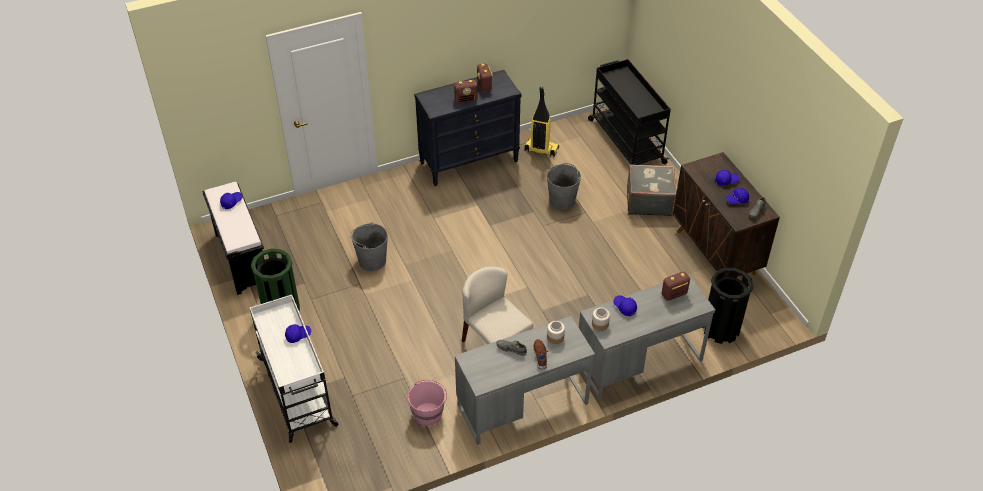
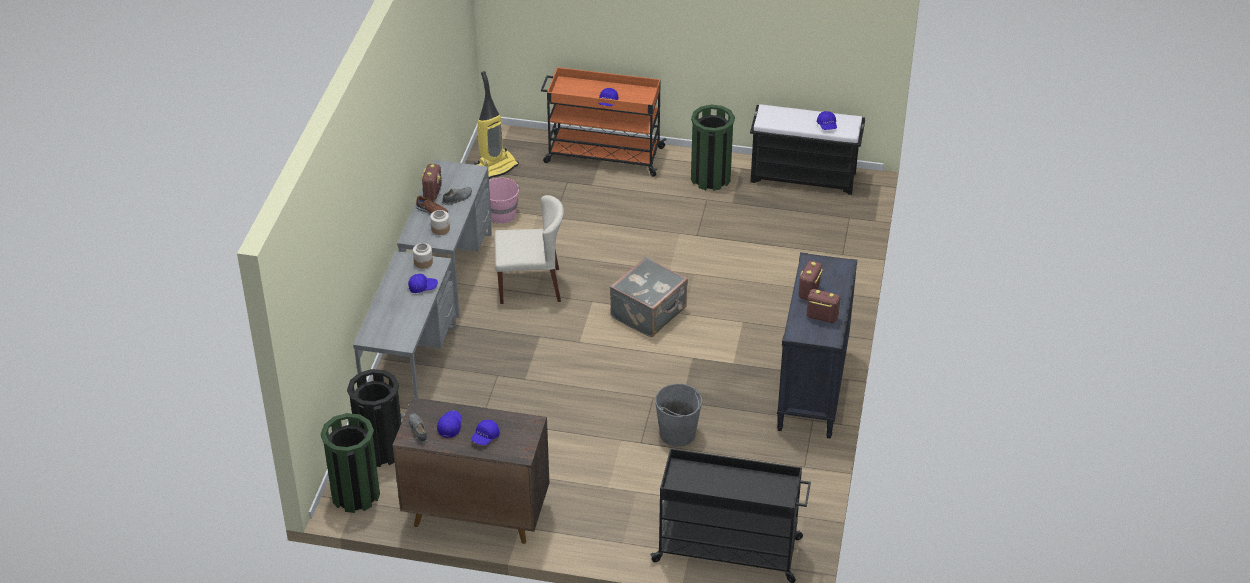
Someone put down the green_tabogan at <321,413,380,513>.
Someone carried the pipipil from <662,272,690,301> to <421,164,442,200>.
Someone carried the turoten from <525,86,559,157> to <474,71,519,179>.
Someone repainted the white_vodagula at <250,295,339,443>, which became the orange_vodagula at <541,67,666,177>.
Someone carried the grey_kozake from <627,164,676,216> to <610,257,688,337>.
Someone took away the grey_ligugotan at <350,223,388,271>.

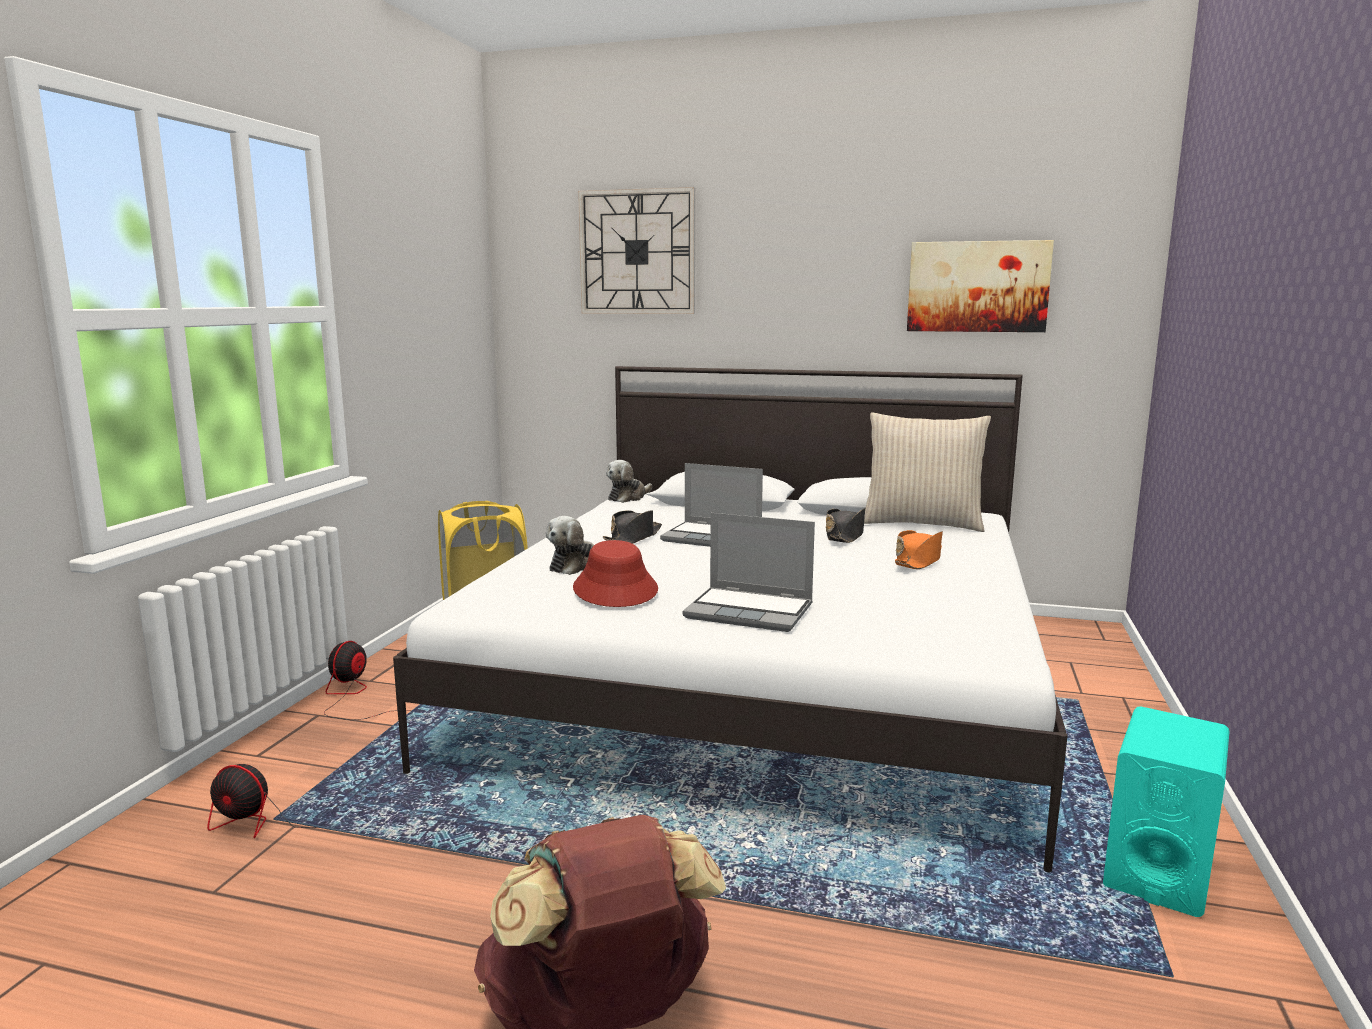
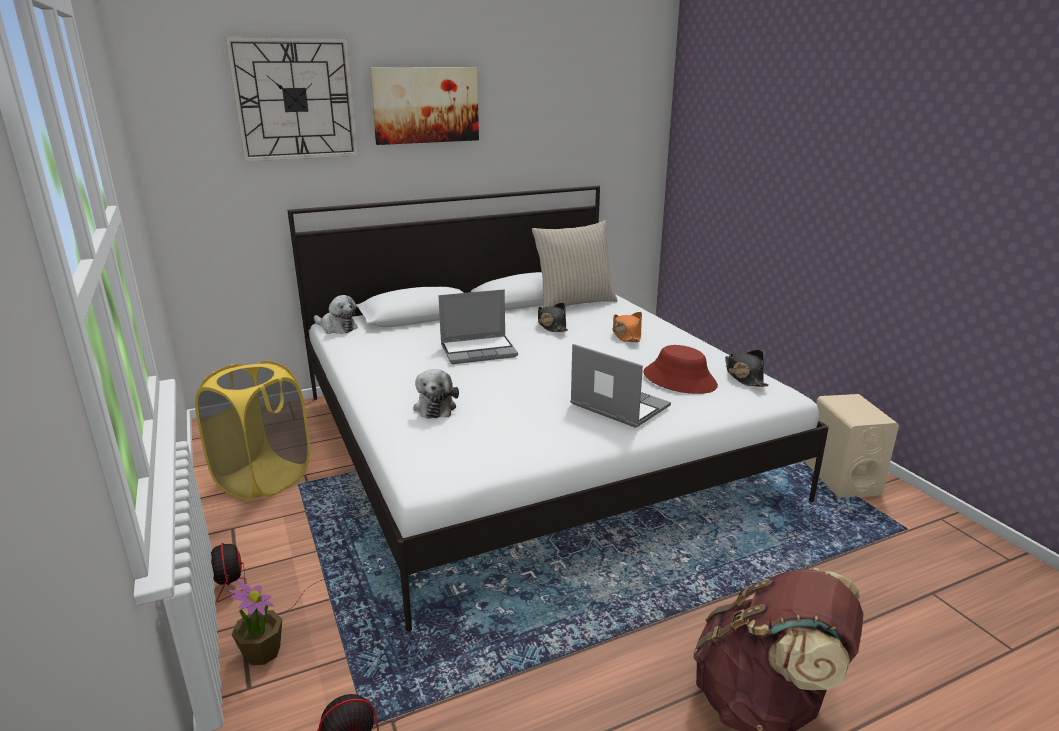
Someone put down the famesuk at <229,580,282,665>.
Someone rotated the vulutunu at <606,460,652,503> by 60 degrees counterclockwise.
Someone carried the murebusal from <907,240,1054,332> to <370,67,479,145>.
Someone rotated the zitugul at <683,513,815,632> by 120 degrees counterclockwise.
Someone carried the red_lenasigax from <573,540,658,607> to <643,345,718,394>.
Someone carried the black_lenasigax from <603,510,662,544> to <725,350,769,387>.
Someone repainted the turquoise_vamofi at <1103,706,1230,917>, which became the beige_vamofi at <805,394,899,498>.

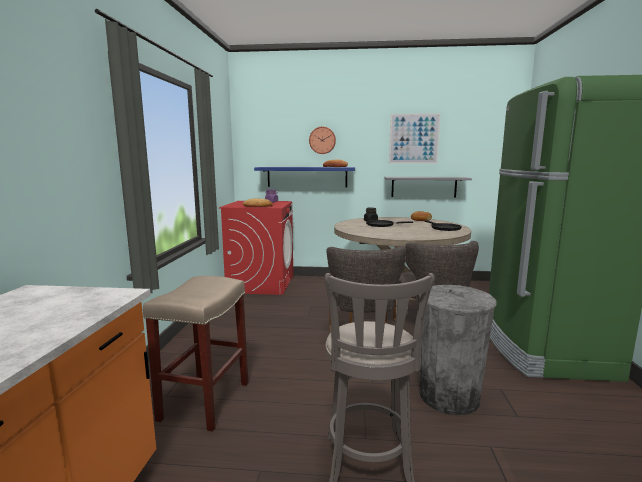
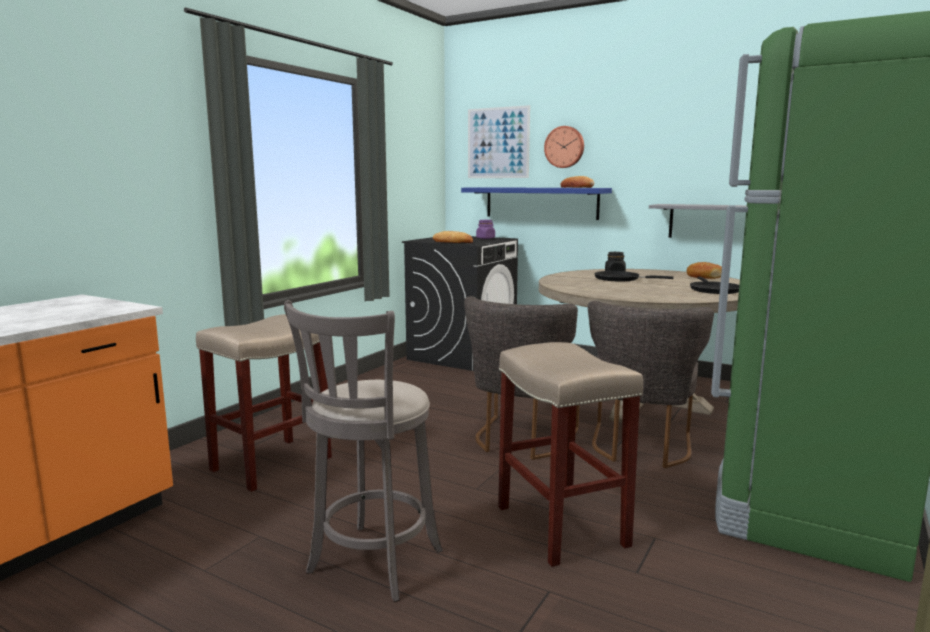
Someone repainted the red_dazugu at <219,201,293,295>, which became the black_dazugu at <402,236,518,371>.
Someone carried the murebusal from <389,113,440,164> to <468,105,530,178>.
Someone swapped the grey_tabogan at <419,285,496,415> for the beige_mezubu at <498,342,643,567>.

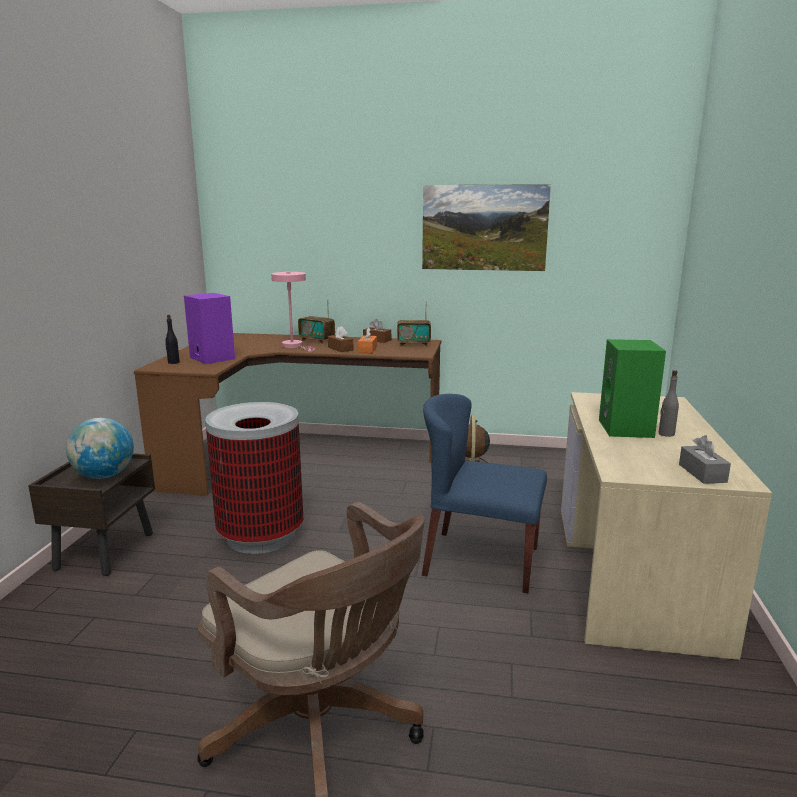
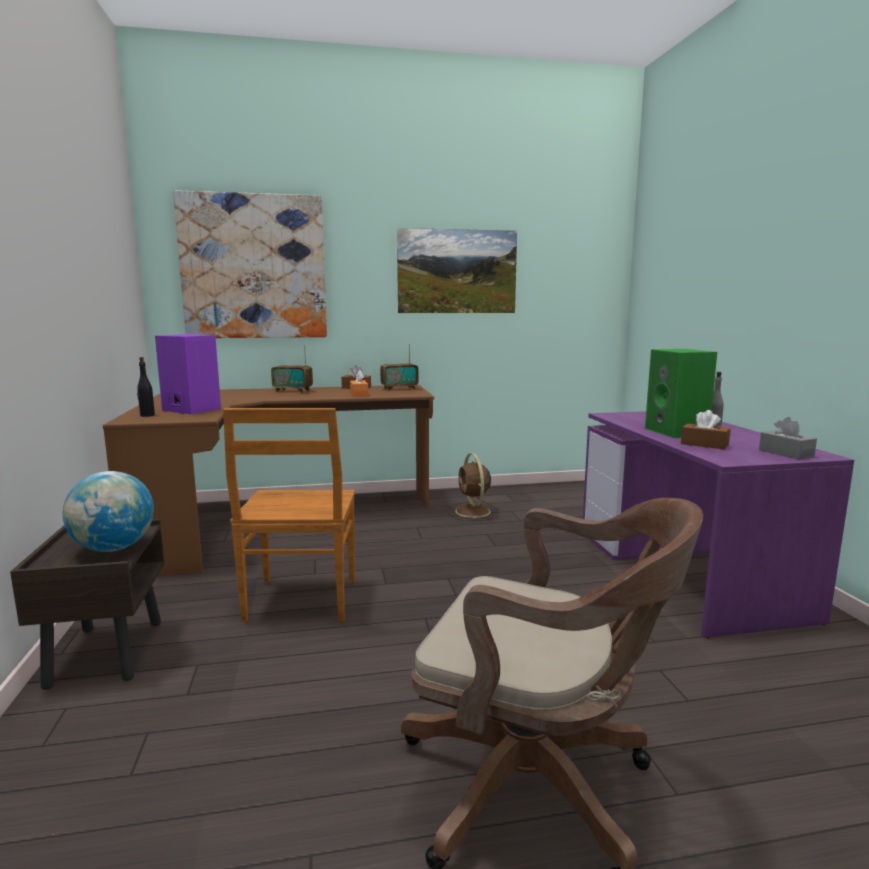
Someone put up the murebusal at <173,190,327,338>.
Someone swapped the tabogan at <205,402,303,554> for the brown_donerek at <223,408,355,622>.
Someone repainted the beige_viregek at <561,392,772,660>, which became the purple_viregek at <583,411,854,638>.
Someone carried the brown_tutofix from <328,326,354,352> to <681,410,731,449>.
Someone took away the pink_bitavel at <271,272,315,352>.
Someone took away the blue_donerek at <422,394,547,593>.

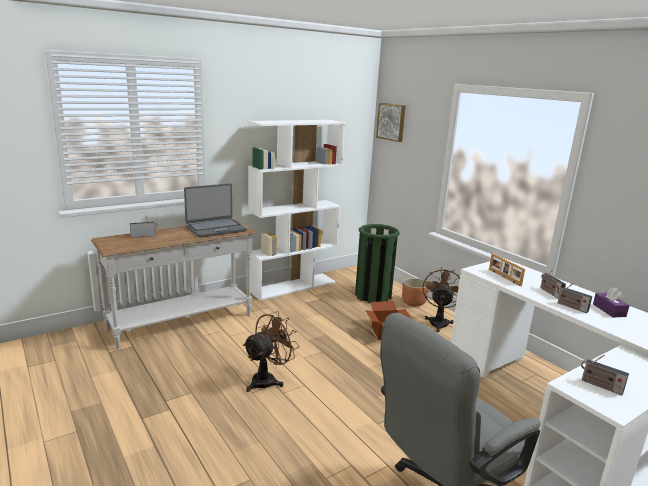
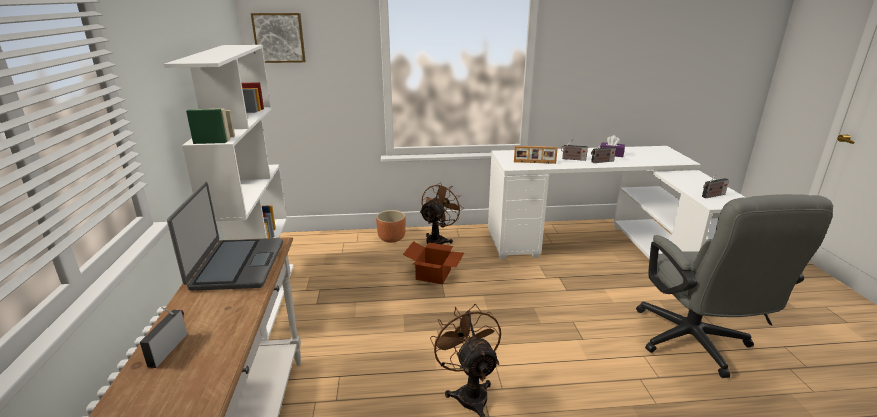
Someone rotated the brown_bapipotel at <422,267,460,332> by 75 degrees clockwise.
Someone took away the green_tabogan at <355,224,400,303>.

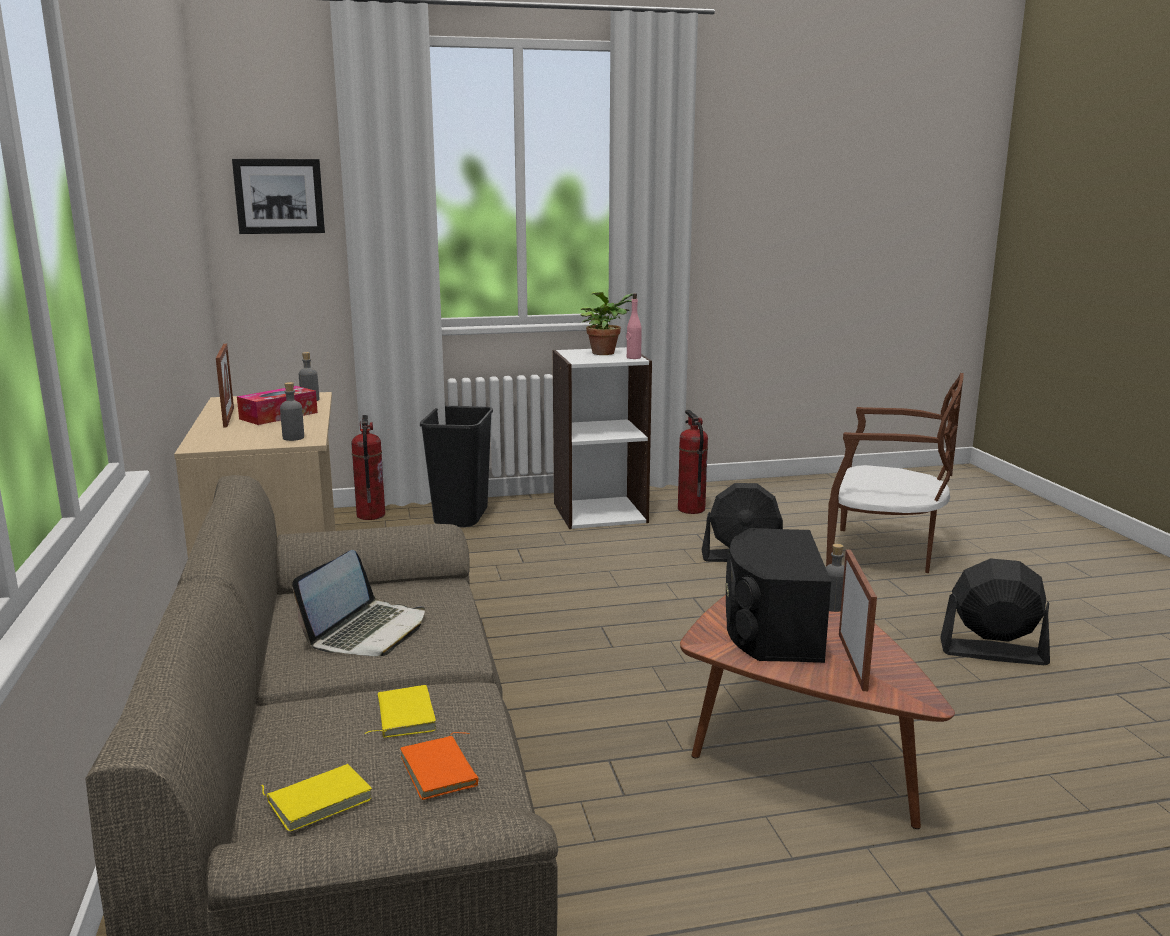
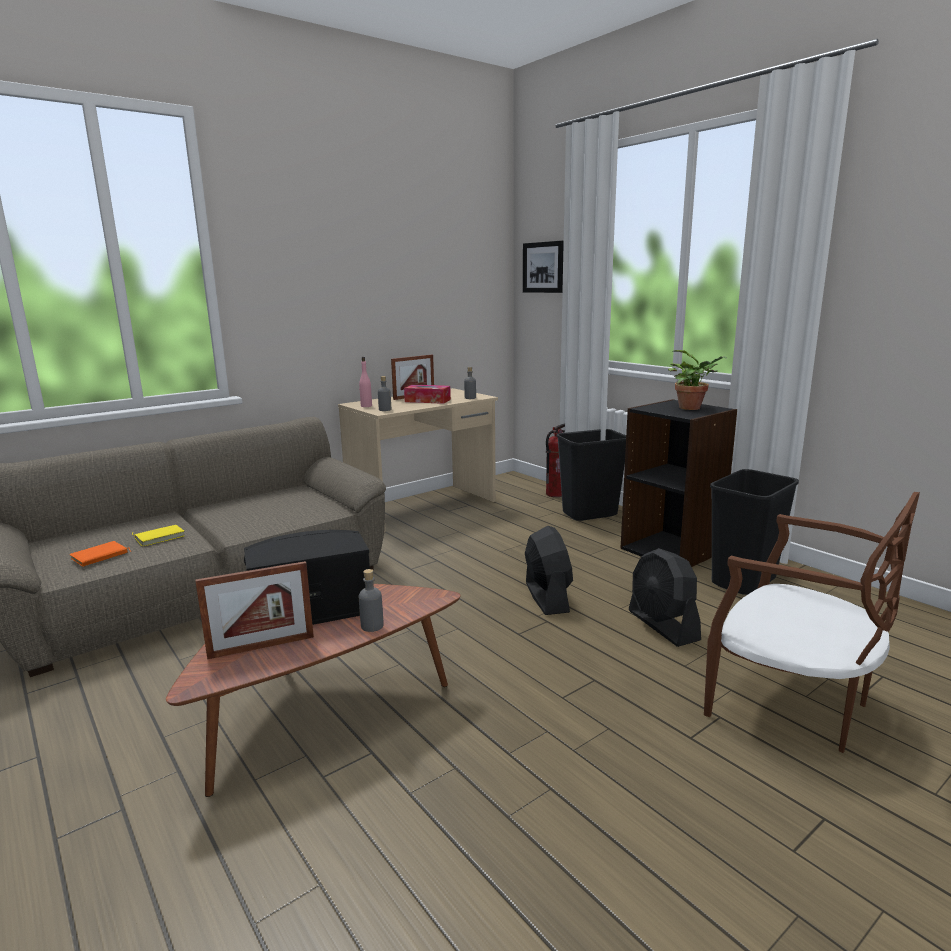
Someone carried the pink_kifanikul from <626,293,642,359> to <359,357,372,407>.
Someone carried the black_bapipotel from <940,558,1050,665> to <525,526,573,615>.
Someone repainted the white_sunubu at <553,347,652,529>, which became the black_sunubu at <620,399,737,567>.
Someone rotated the brown_donerek at <826,373,964,573> by 45 degrees counterclockwise.
Someone swapped the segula at <678,410,708,514> for the black_tabogan at <710,469,799,595>.
Someone took away the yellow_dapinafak at <261,764,372,832>.
Someone took away the zitugul at <292,550,425,656>.

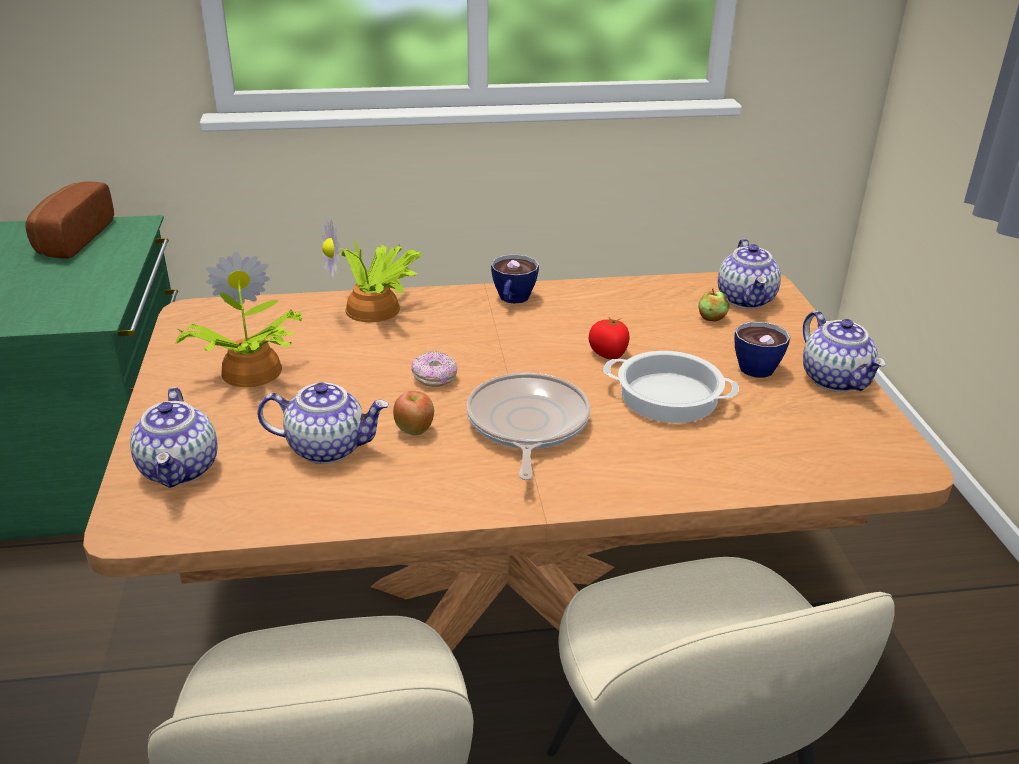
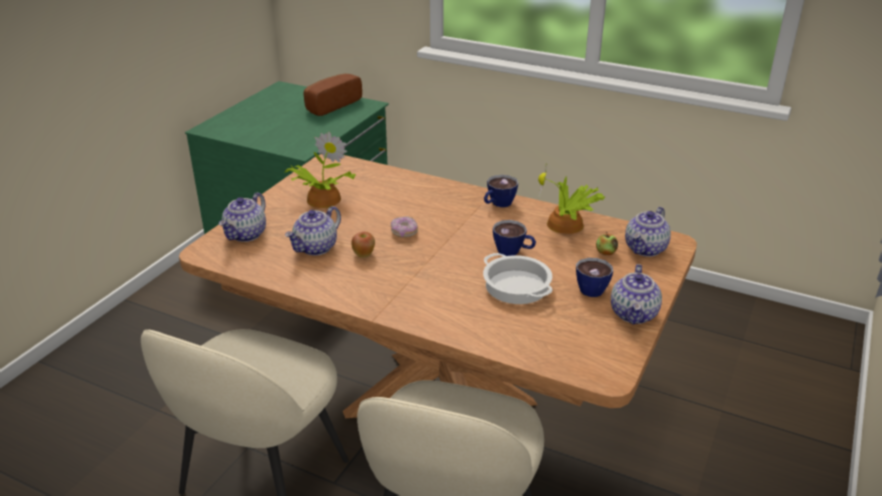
Someone rotated the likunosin at <257,382,389,464> by 90 degrees clockwise.
Someone swapped the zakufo at <589,318,629,359> for the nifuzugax at <493,220,536,256>.
Someone carried the famesuk from <322,219,422,322> to <538,161,605,234>.
Someone took away the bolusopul at <467,372,590,480>.

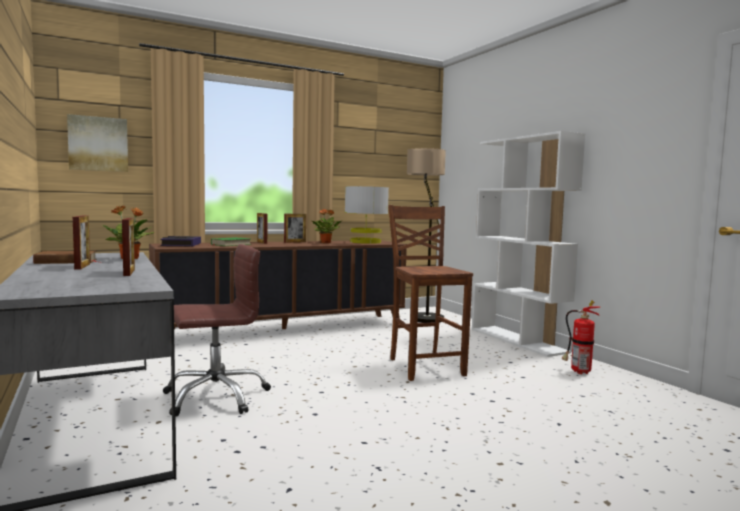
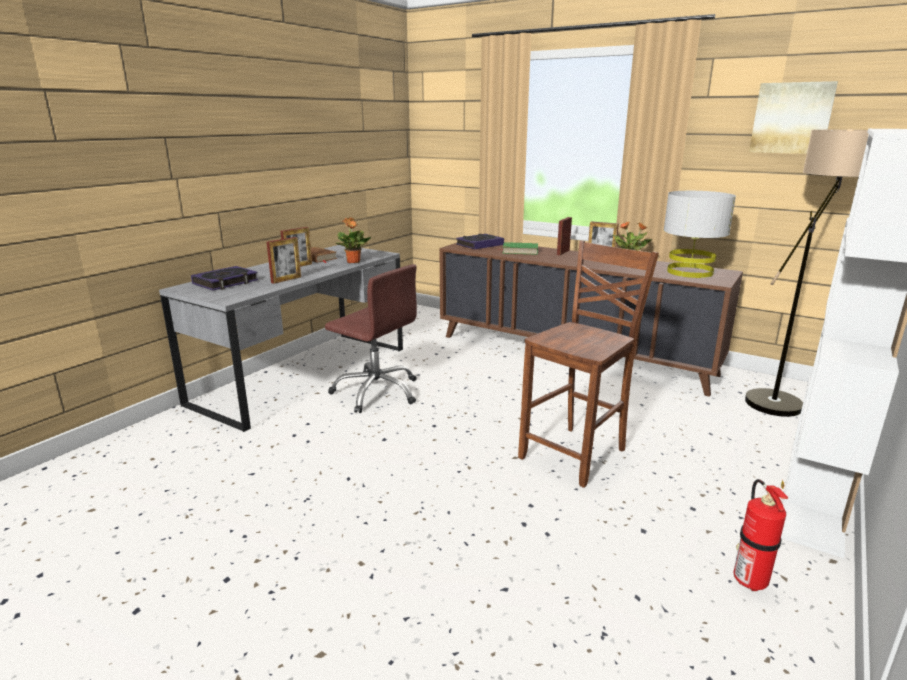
Someone put down the dapinafak at <191,266,258,291>.
Someone carried the murebusal from <67,114,128,172> to <749,81,838,154>.

